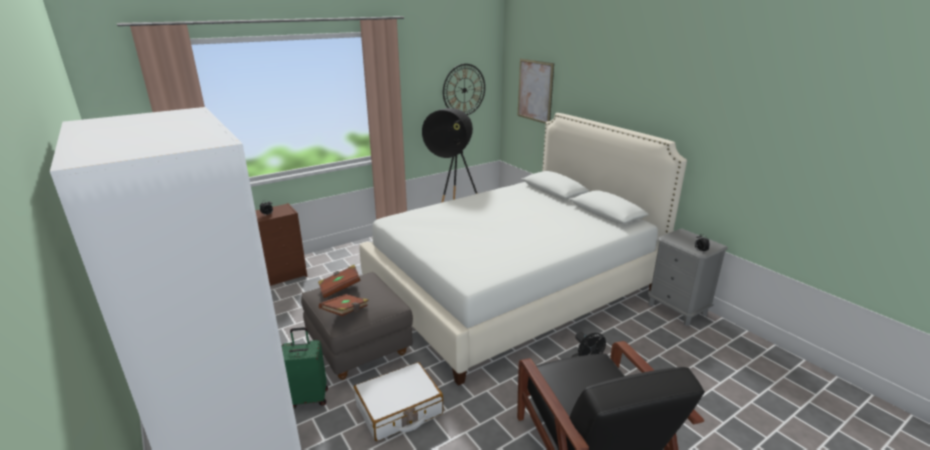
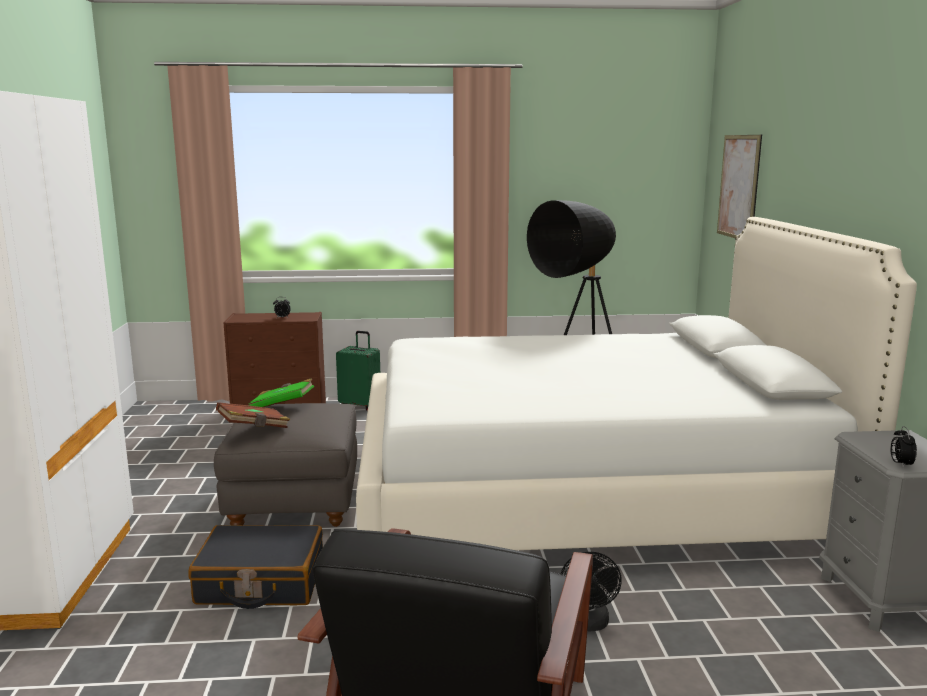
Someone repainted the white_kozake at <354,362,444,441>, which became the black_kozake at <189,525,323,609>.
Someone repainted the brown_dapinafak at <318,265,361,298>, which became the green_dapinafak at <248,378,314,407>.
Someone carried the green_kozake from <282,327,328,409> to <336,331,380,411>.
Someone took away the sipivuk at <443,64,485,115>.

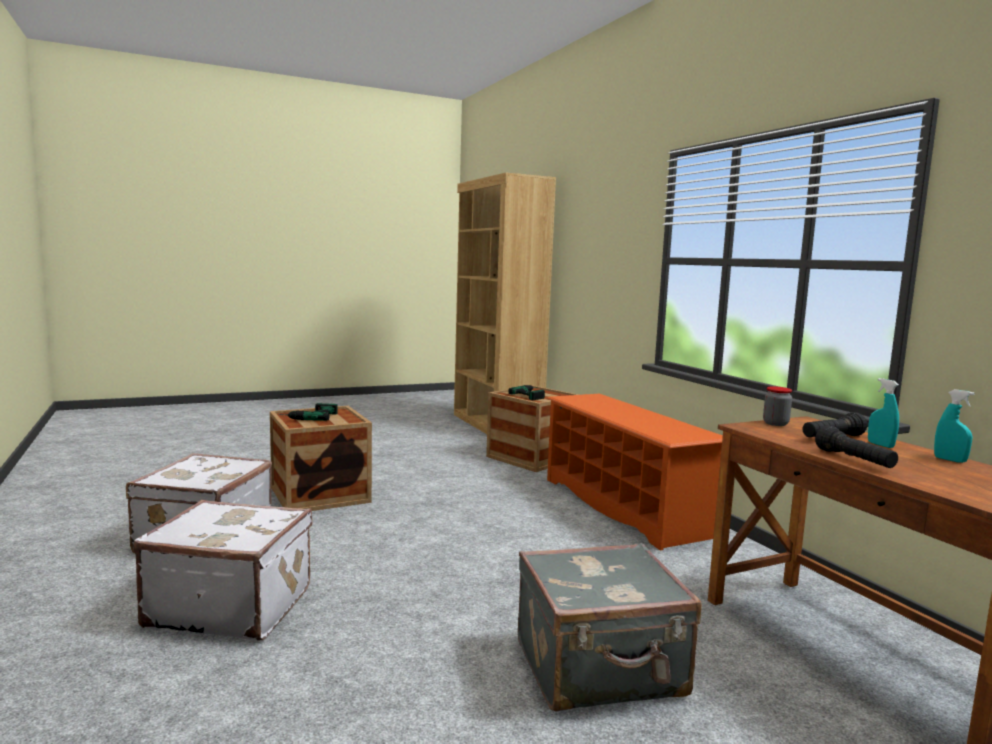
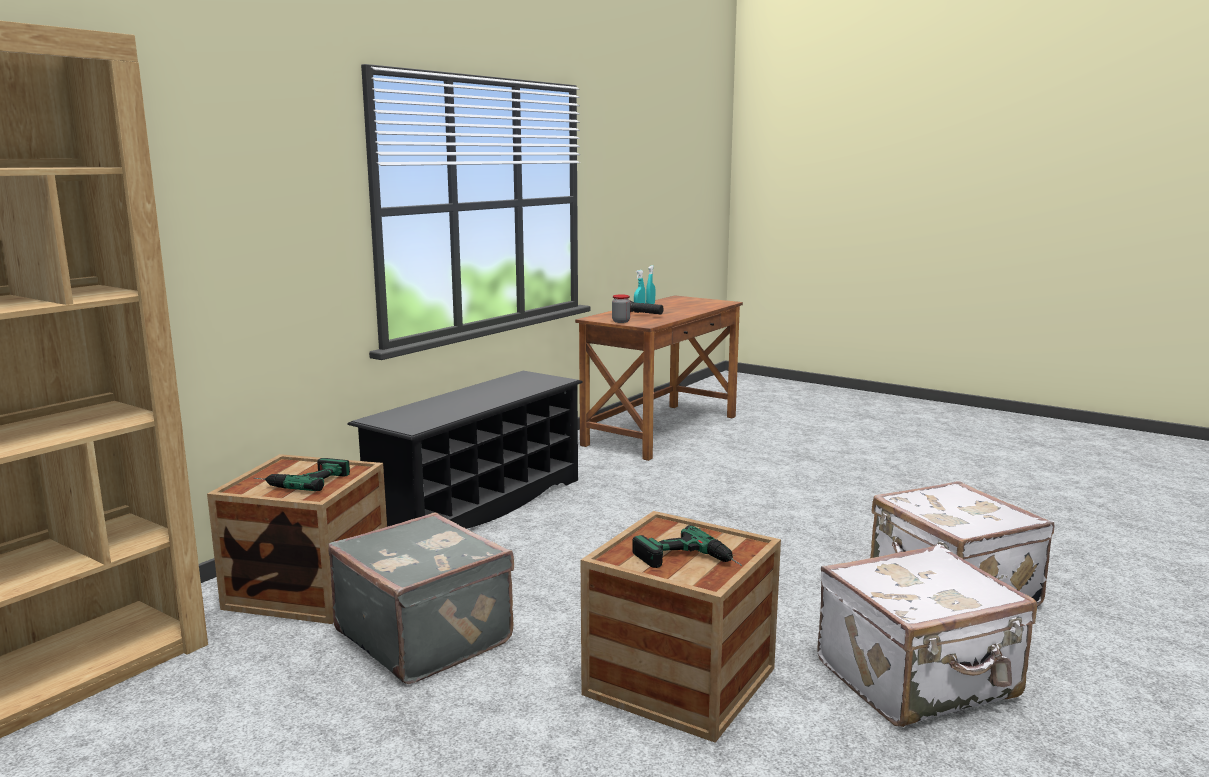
Someone carried the grey_kozake from <518,543,702,712> to <328,512,514,684>.
Someone repainted the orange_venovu at <547,394,723,551>, which became the black_venovu at <347,371,583,529>.
Someone took away the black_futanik at <815,425,898,468>.

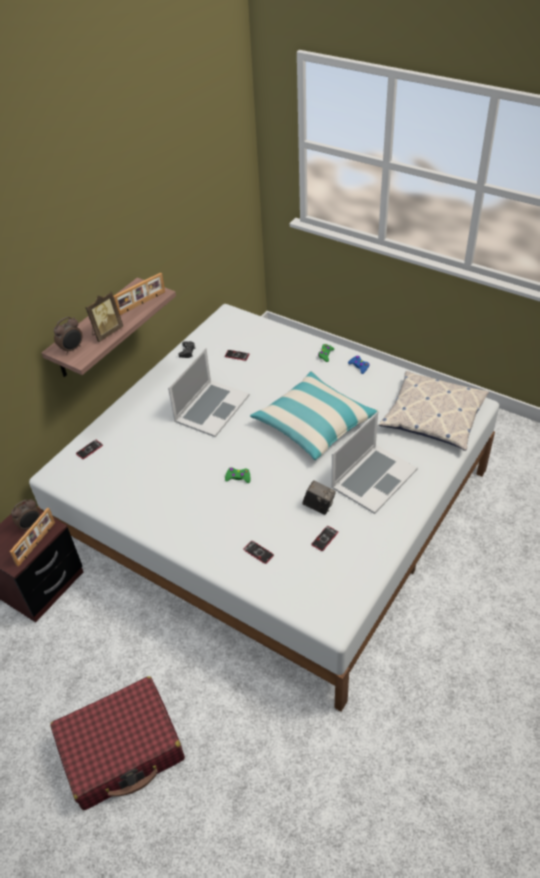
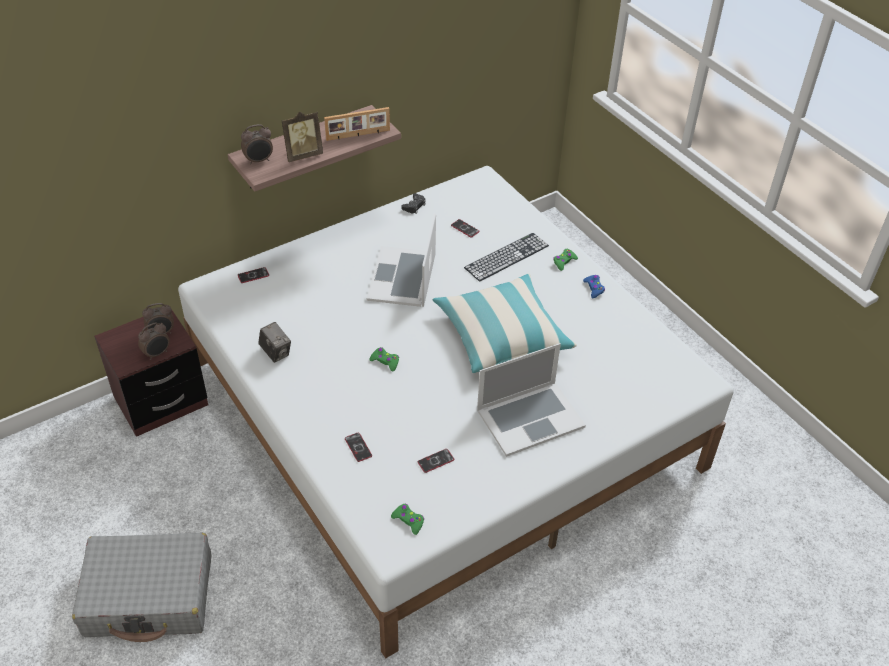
Someone repainted the red_kozake at <50,676,185,810>, which became the grey_kozake at <72,533,212,642>.
Someone swapped the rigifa at <10,508,55,567> for the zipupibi at <138,322,170,360>.
Someone carried the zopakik from <302,480,336,515> to <258,322,291,363>.
Someone rotated the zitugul at <168,348,250,437> by 135 degrees clockwise.
Someone put down the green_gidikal at <391,504,424,535>.
Someone put down the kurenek at <464,233,549,282>.
Someone took away the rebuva at <379,371,489,451>.

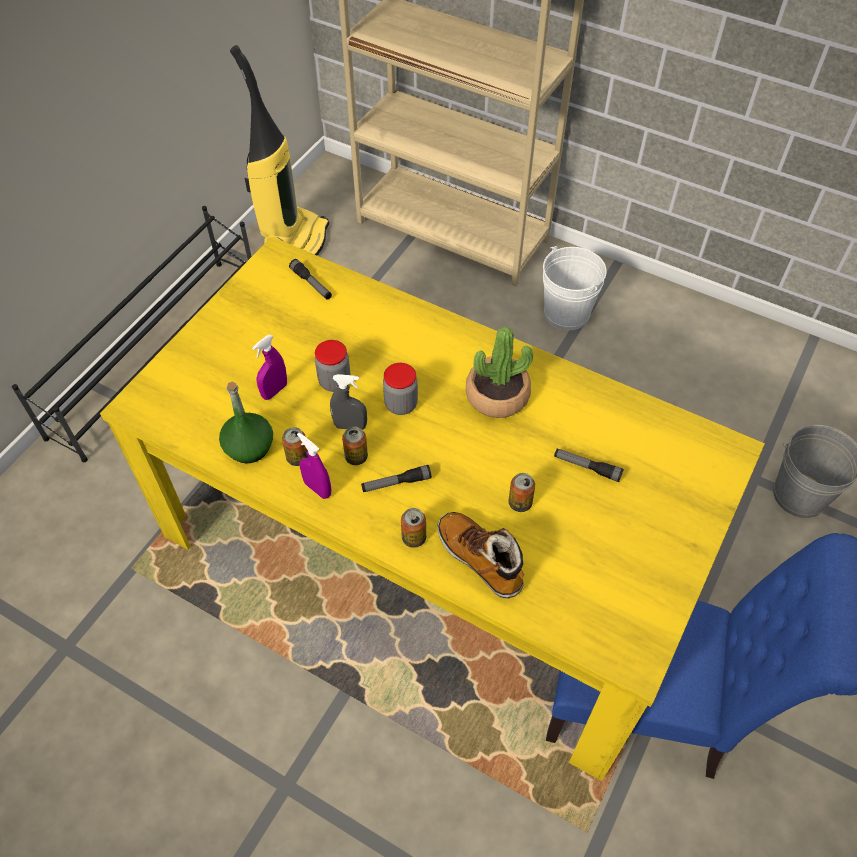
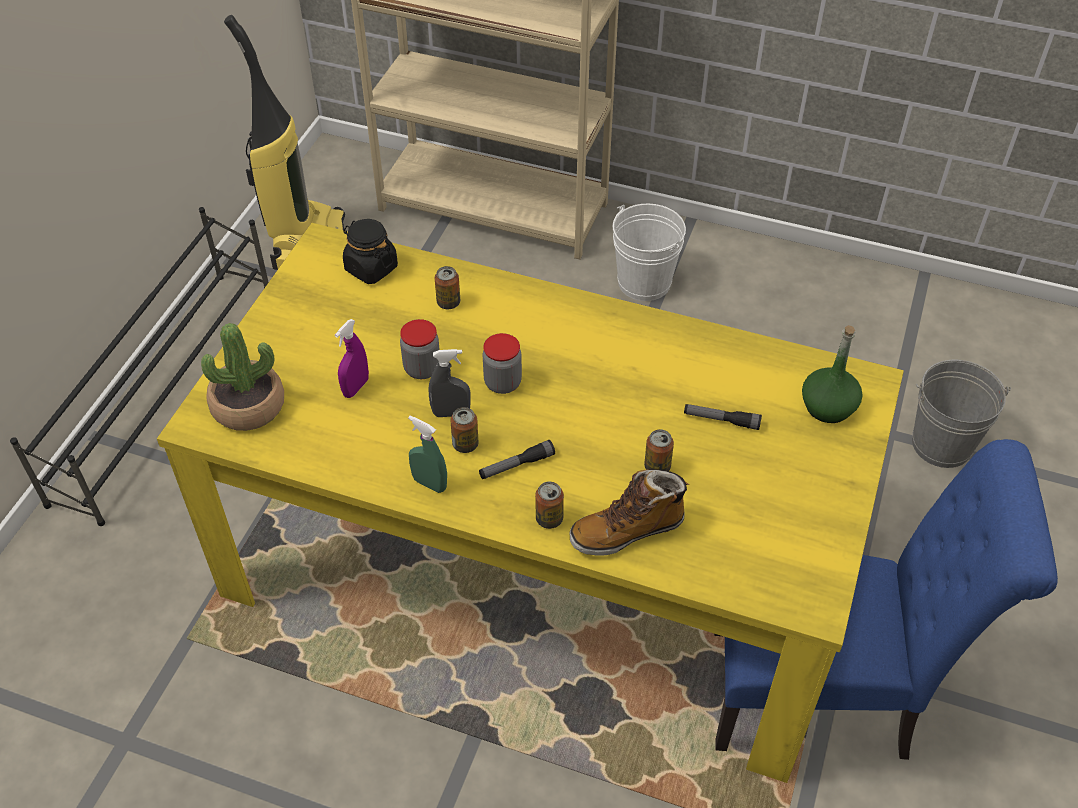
Someone carried the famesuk from <466,327,533,418> to <201,323,284,431>.
Someone swapped the futanik at <289,259,332,300> for the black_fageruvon at <343,219,398,284>.
Someone repainted the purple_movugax at <297,432,331,499>, which became the green_movugax at <408,415,447,493>.
Someone carried the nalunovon from <282,427,309,466> to <435,266,460,309>.
Someone rotated the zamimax at <437,512,524,599> by 60 degrees counterclockwise.
Someone carried the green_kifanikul from <219,381,273,463> to <802,325,863,423>.

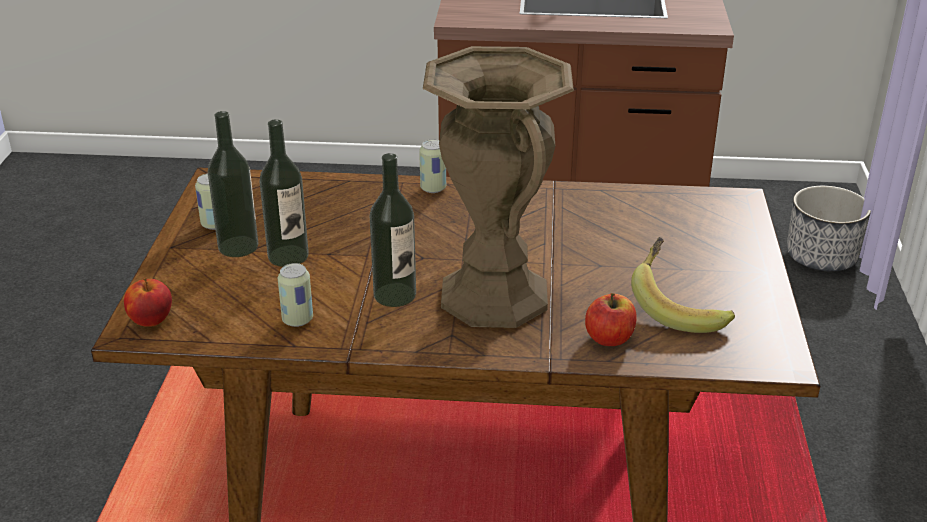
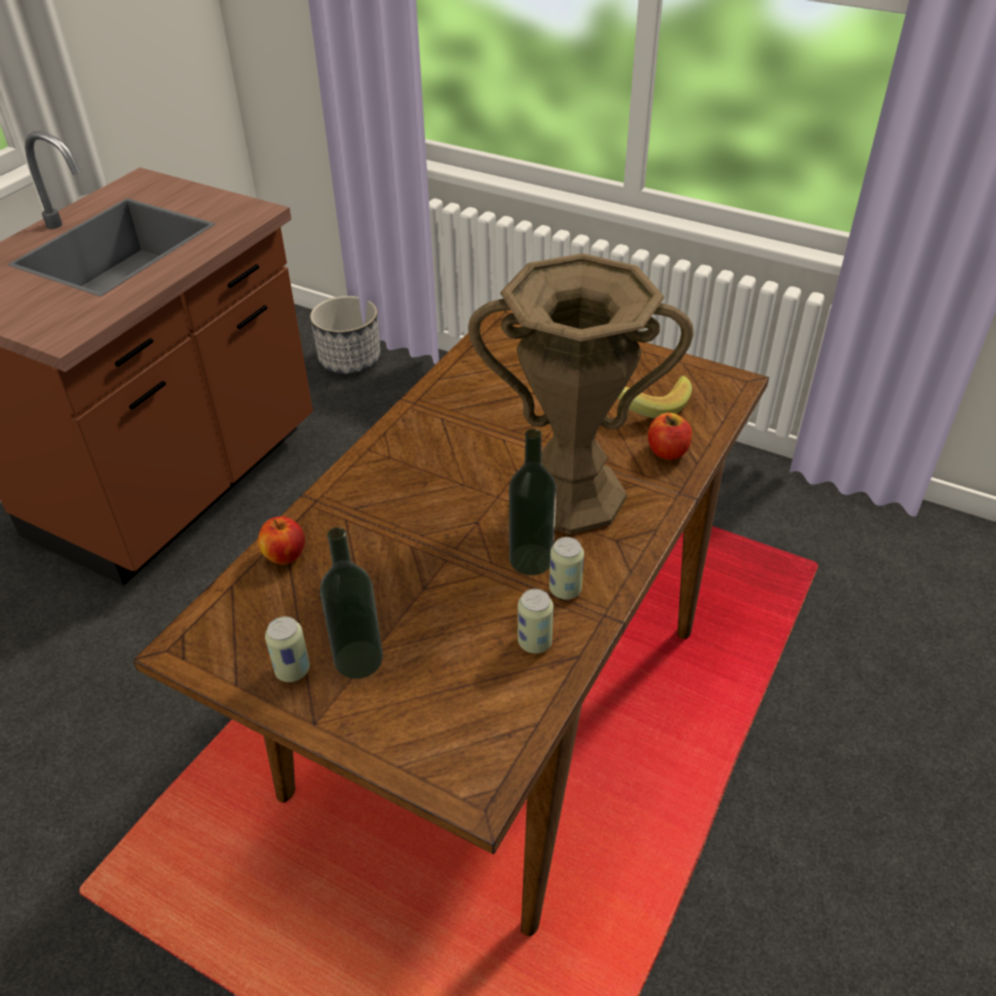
Someone carried the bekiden from <124,278,172,327> to <258,516,305,564>.
Someone carried the nalunovon from <419,139,446,193> to <549,537,584,600>.
Someone took away the kifanikul at <259,119,309,267>.

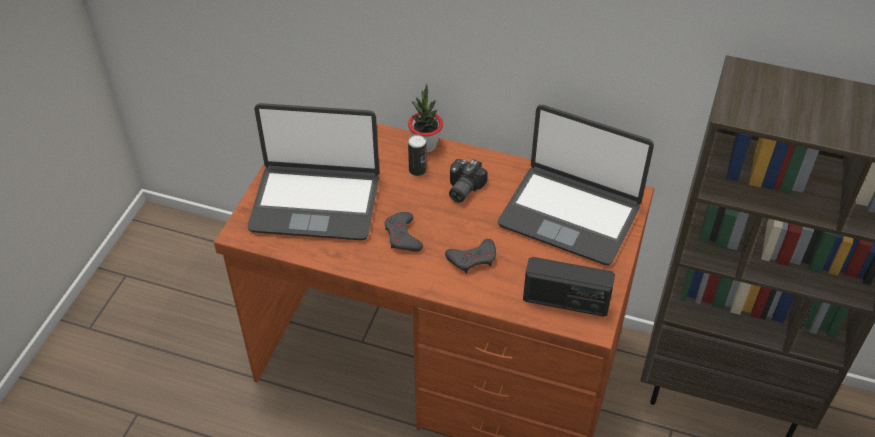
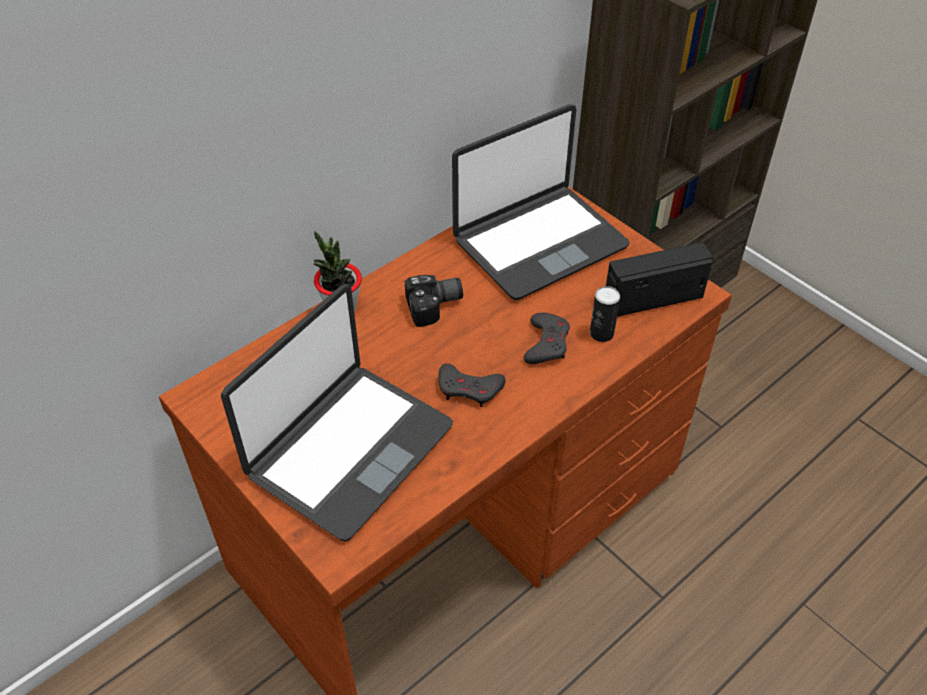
Someone rotated the zopakik at <449,159,488,203> by 75 degrees counterclockwise.
Someone carried the nalunovon from <408,135,427,176> to <590,286,620,342>.
Someone rotated the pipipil at <523,257,615,317> by 150 degrees counterclockwise.

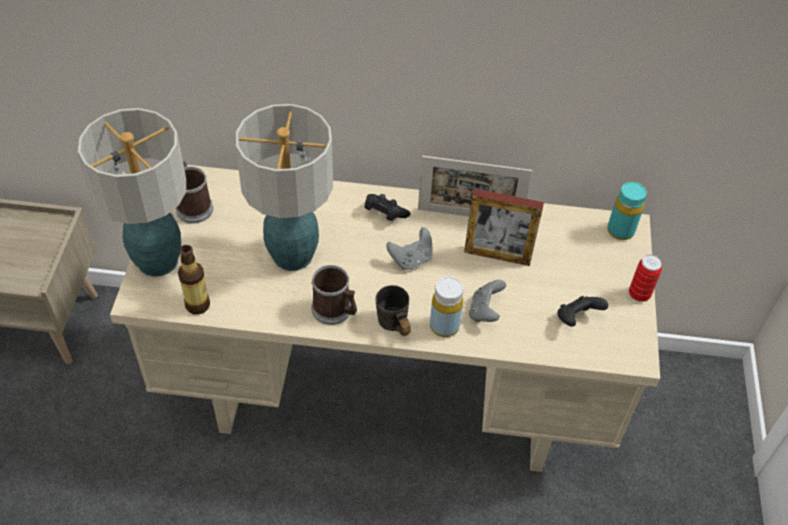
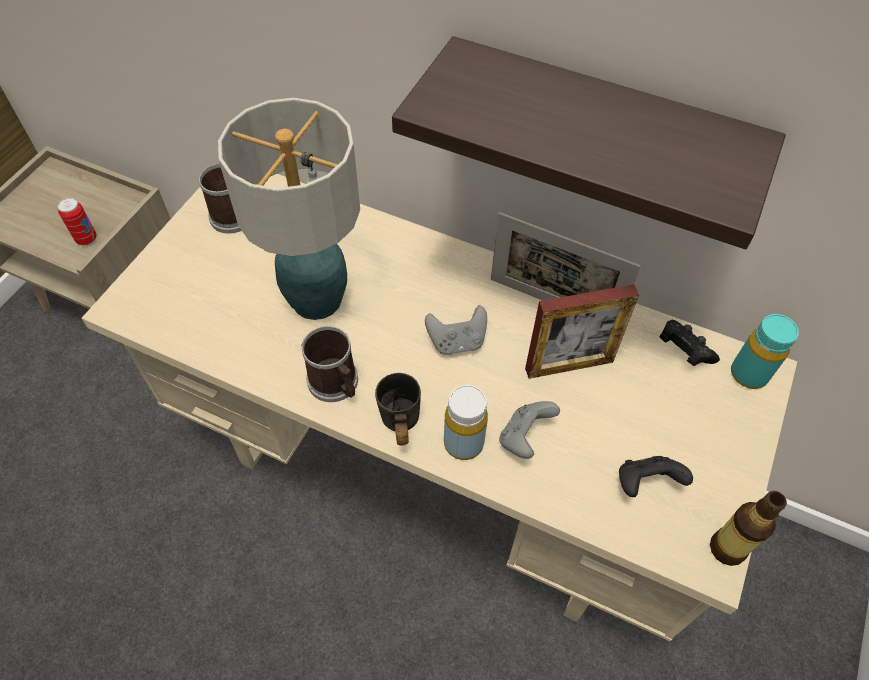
Someone carried the nalunovon from <629,254,662,302> to <58,197,97,245>.
Someone put up the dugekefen at <392,36,786,249>.
Someone rotated the rigifa at <464,188,544,266> by 45 degrees counterclockwise.
Someone carried the black_gidikal from <364,194,410,221> to <660,320,720,366>.
Someone carried the kifanikul from <178,245,210,315> to <710,491,787,566>.
Someone took away the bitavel at <78,108,186,277>.

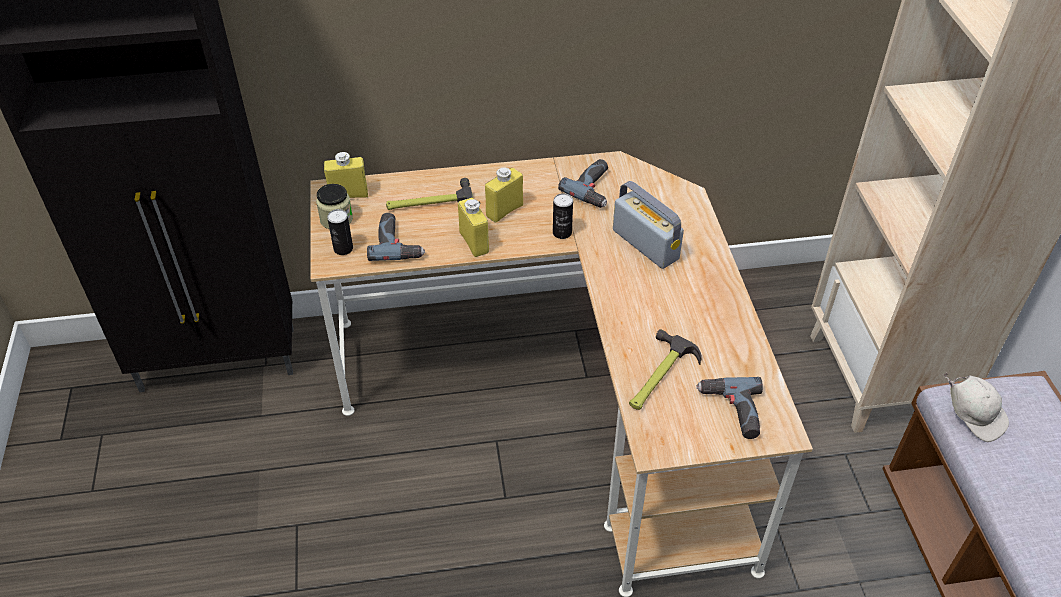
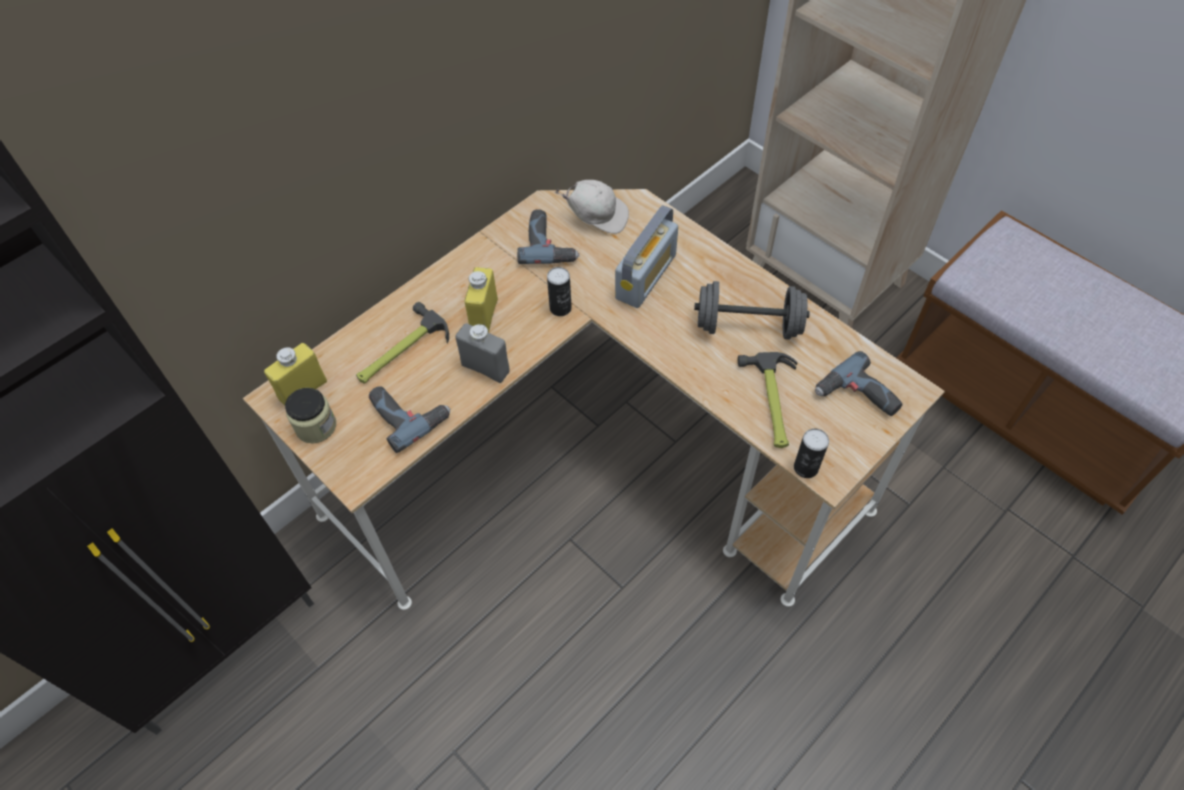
Someone repainted the yellow_kifanikul at <458,198,489,257>, which became the grey_kifanikul at <455,323,510,383>.
Someone carried the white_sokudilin from <943,373,1009,442> to <555,180,629,234>.
Someone rotated the pipipil at <613,181,684,269> by 105 degrees clockwise.
Someone put down the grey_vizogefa at <694,281,810,340>.
Someone carried the nalunovon from <327,209,353,255> to <794,428,829,478>.

